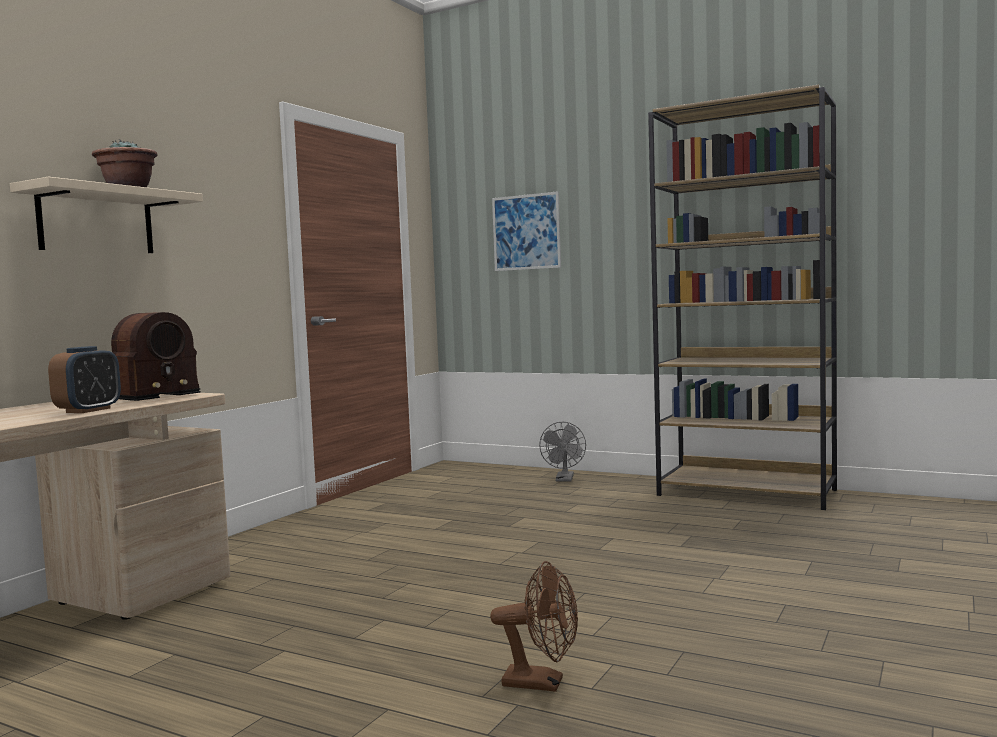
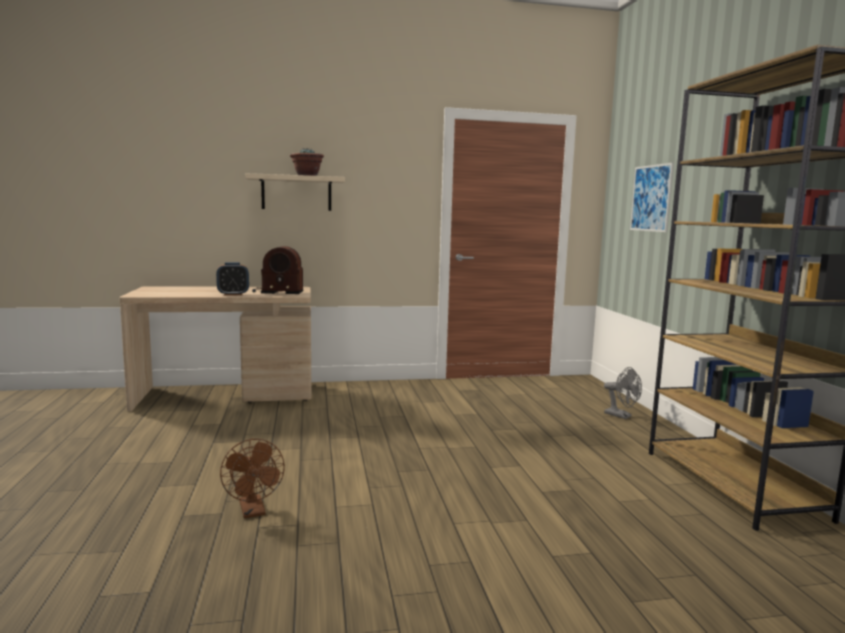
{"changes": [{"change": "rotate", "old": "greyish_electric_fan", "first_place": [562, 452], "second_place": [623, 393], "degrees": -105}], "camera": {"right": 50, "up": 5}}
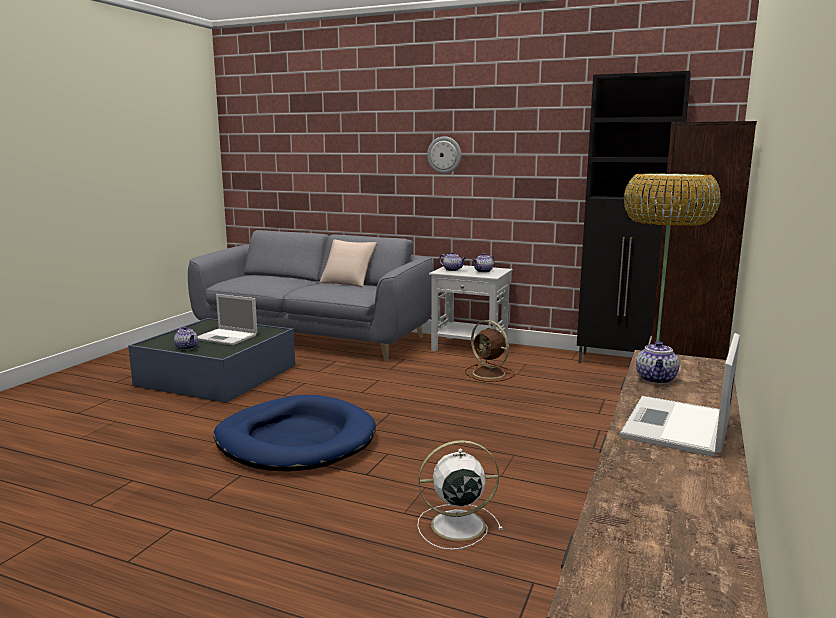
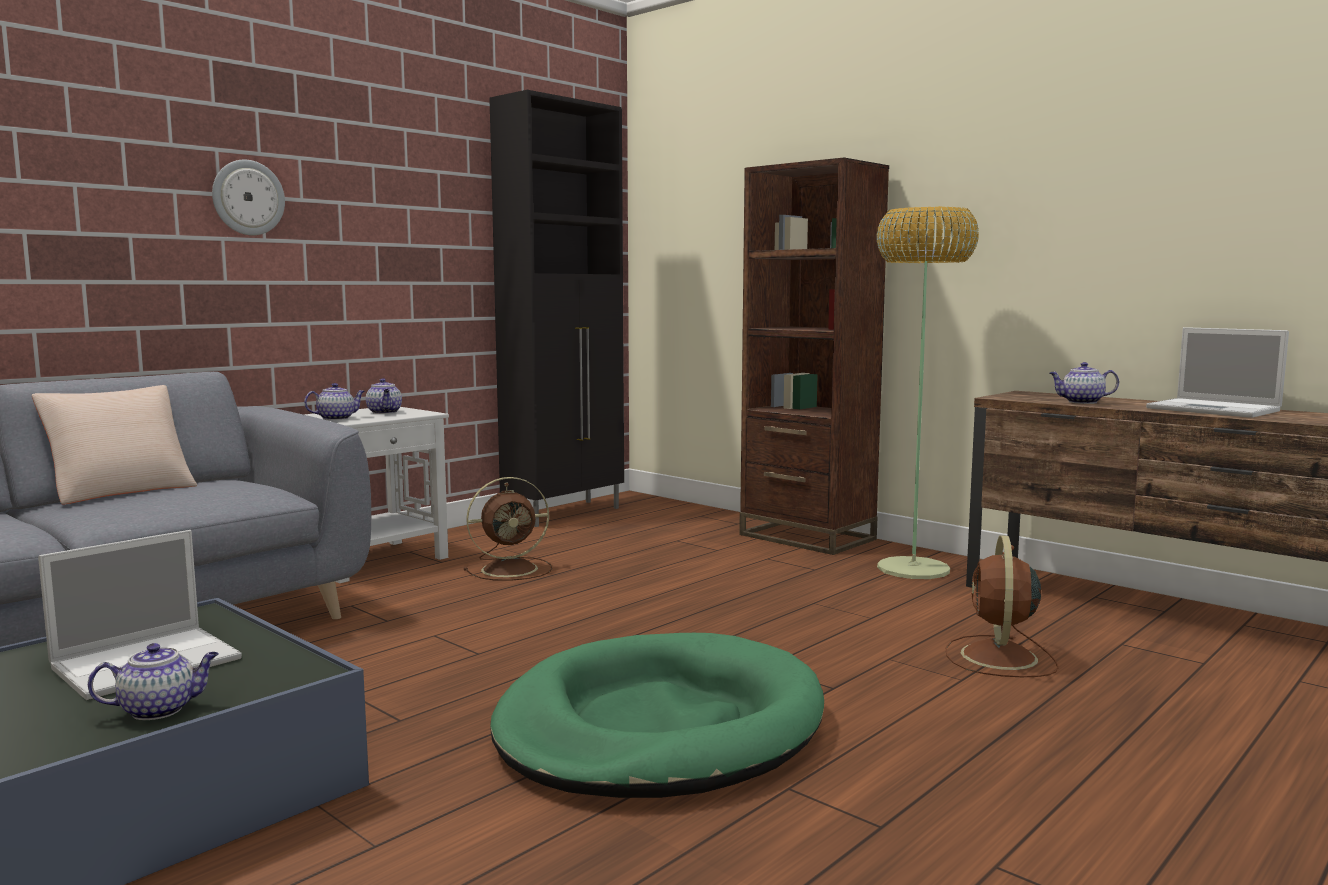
{"changes": [{"change": "recolor", "old": "blue_pet_bed", "new": "green-coloured_pet_bed", "first_place": [295, 433], "second_place": [657, 715]}, {"change": "recolor", "old": "whitish_electric_fan", "new": "brown_electric_fan", "first_place": [460, 495], "second_place": [1002, 606]}, {"change": "rotate", "old": "pot_for_tea", "first_place": [658, 362], "second_place": [1084, 383], "degrees": 150}], "camera": {"right": -70, "up": -5}}
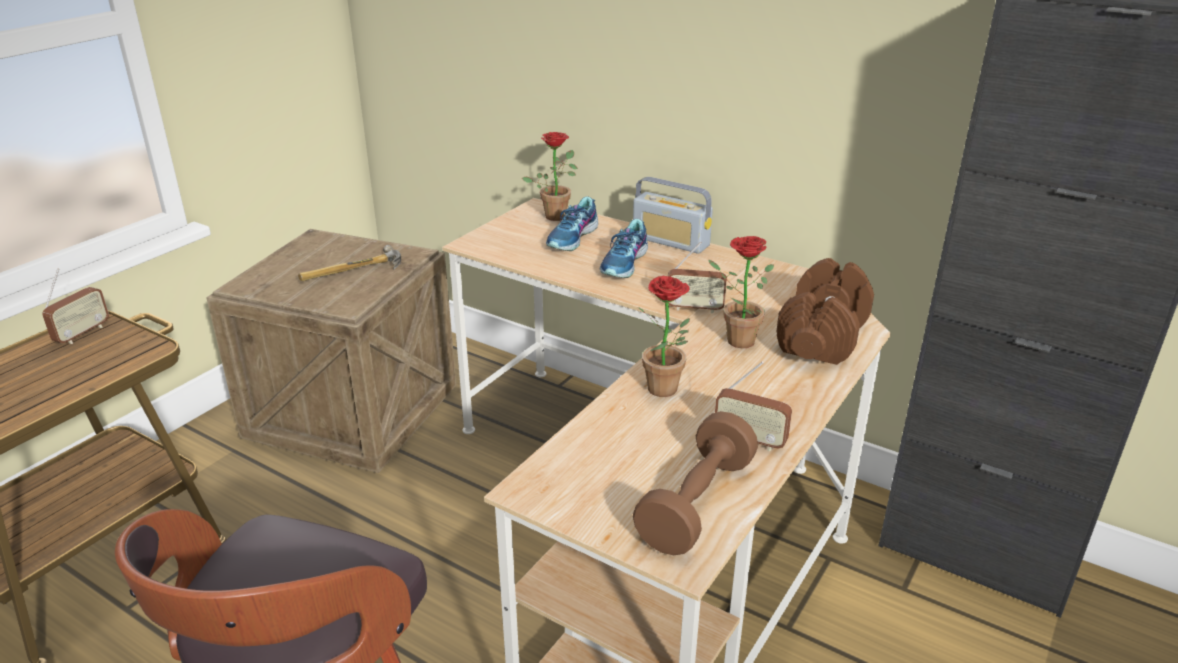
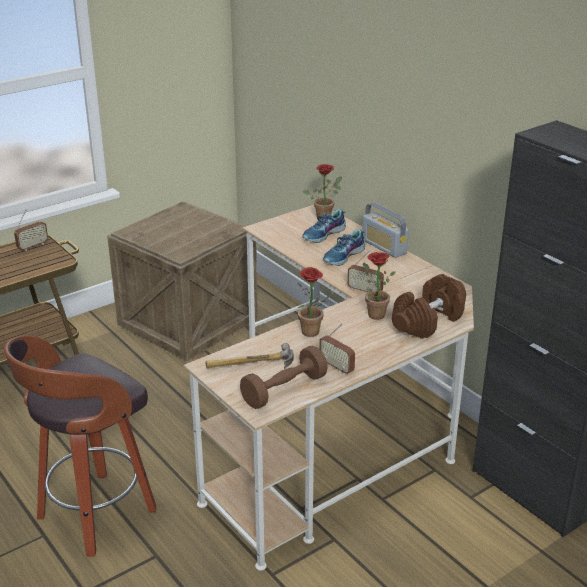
{"changes": [{"change": "move", "old": "hammer", "first_place": [349, 263], "second_place": [250, 356]}], "camera": {"right": 20, "up": 0}}
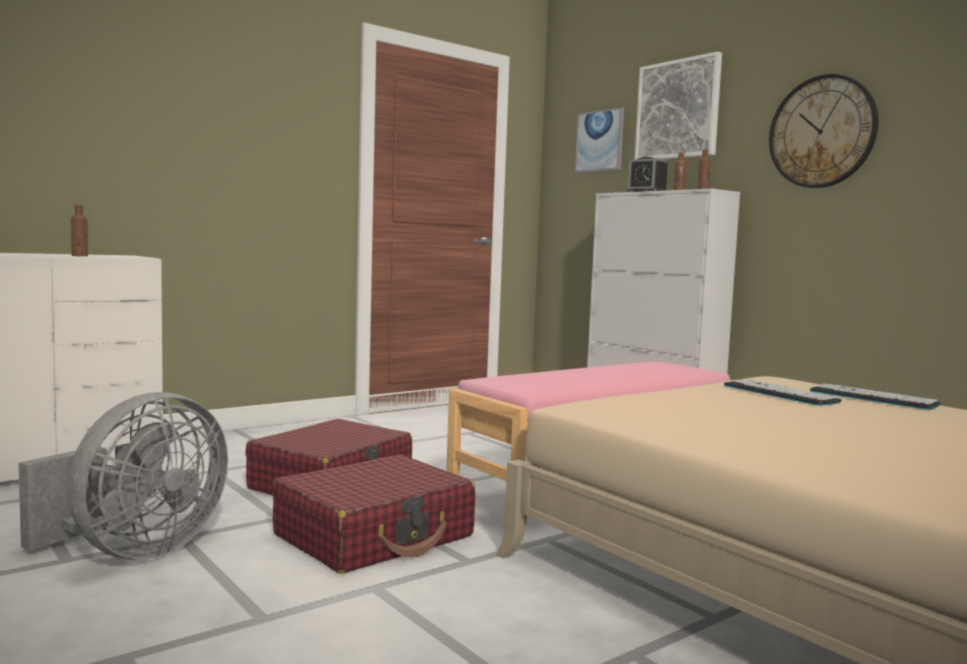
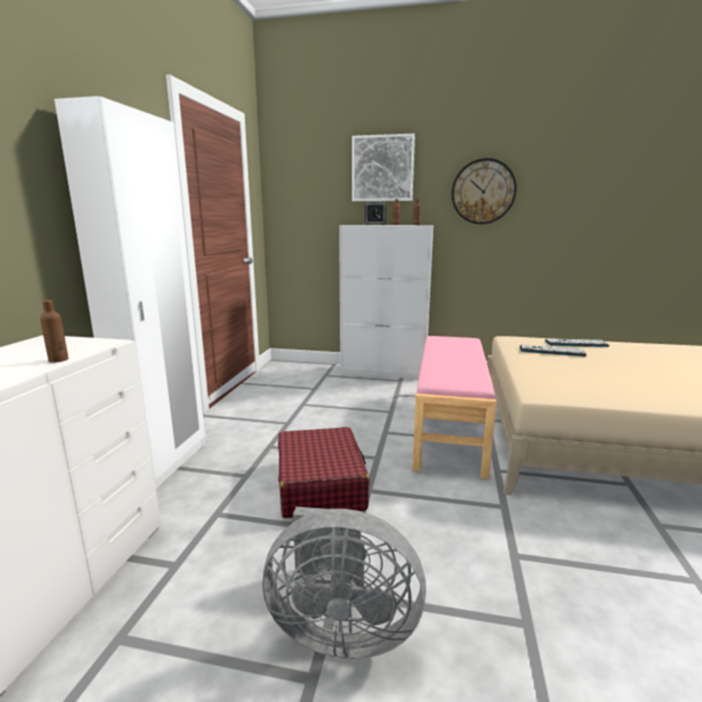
{"changes": [{"change": "rotate", "old": "greyish_electric_fan", "first_place": [123, 476], "second_place": [344, 583], "degrees": 105}, {"change": "delete", "old": "reddish_suitcase", "first_place": [373, 514]}, {"change": "delete", "old": "wall_art", "first_place": [599, 140]}, {"change": "insert", "new": "whitish_wardrobe", "second_place": [129, 292]}], "camera": {"right": -40, "up": 10}}
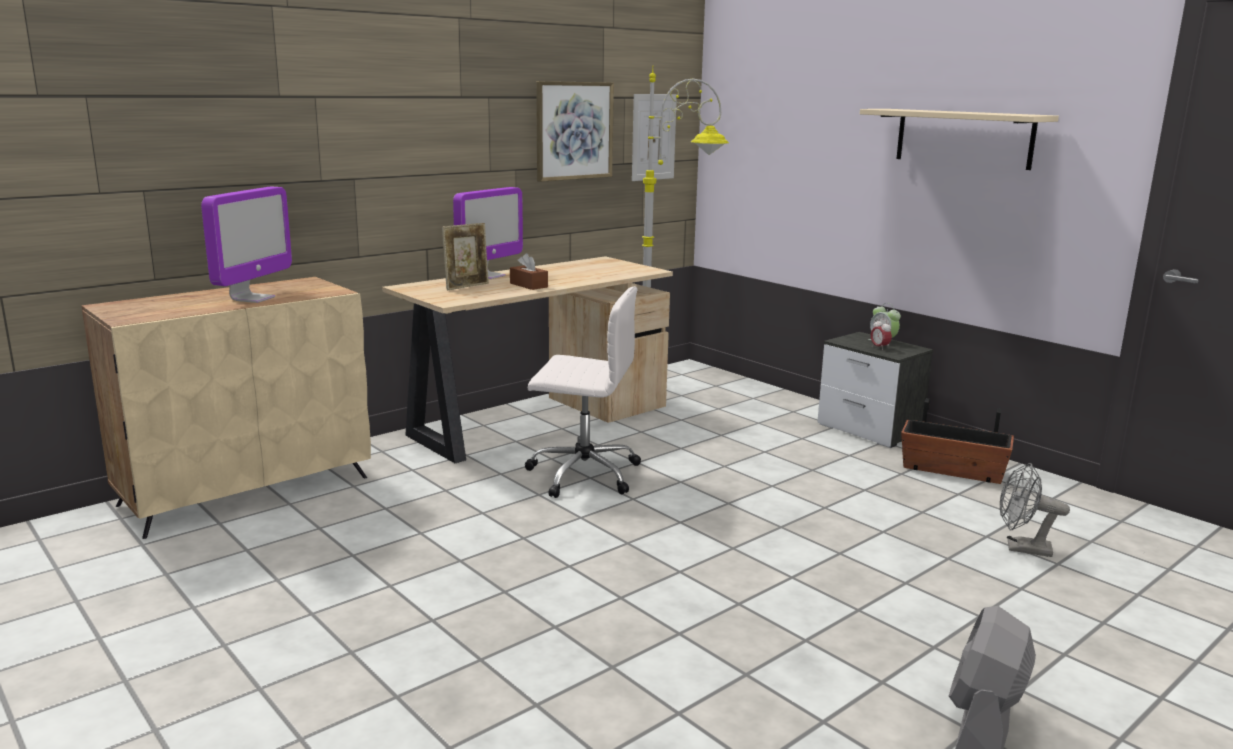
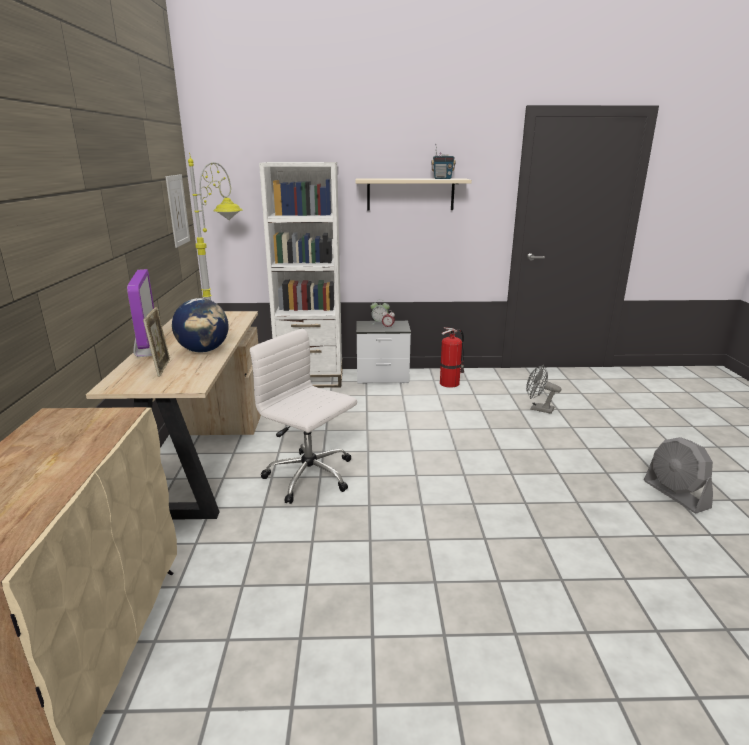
{"changes": [{"change": "delete", "old": "monitor", "first_place": [246, 244]}, {"change": "replace", "old": "brown_tissue_holder", "new": "globe", "first_place": [529, 271], "second_place": [200, 325]}, {"change": "rotate", "old": "whitish_office_chair", "first_place": [583, 392], "second_place": [303, 416], "degrees": -105}, {"change": "delete", "old": "wall_art", "first_place": [575, 131]}, {"change": "replace", "old": "plant_pot", "new": "fire-fighting_cylinder", "first_place": [957, 441], "second_place": [452, 357]}, {"change": "rotate", "old": "greyish_electric_fan", "first_place": [1035, 510], "second_place": [543, 389], "degrees": 60}, {"change": "insert", "new": "whitish_bookcase", "second_place": [301, 275]}, {"change": "insert", "new": "radio_set", "second_place": [443, 161]}], "camera": {"right": -50, "up": 5}}
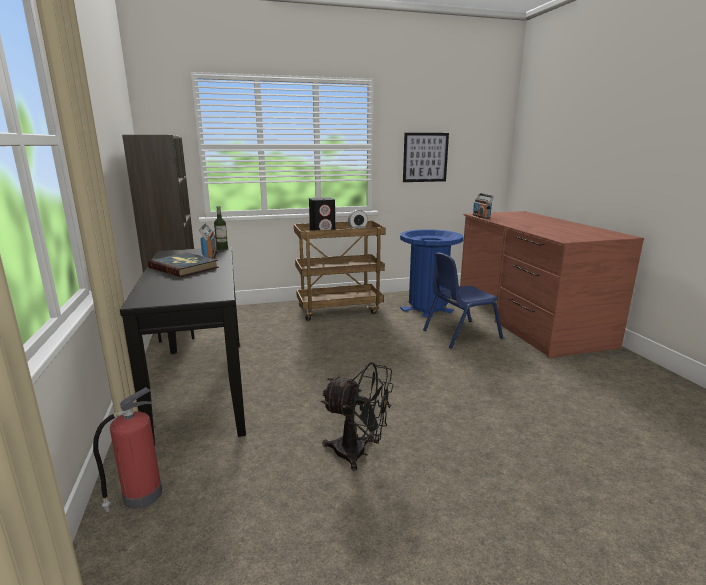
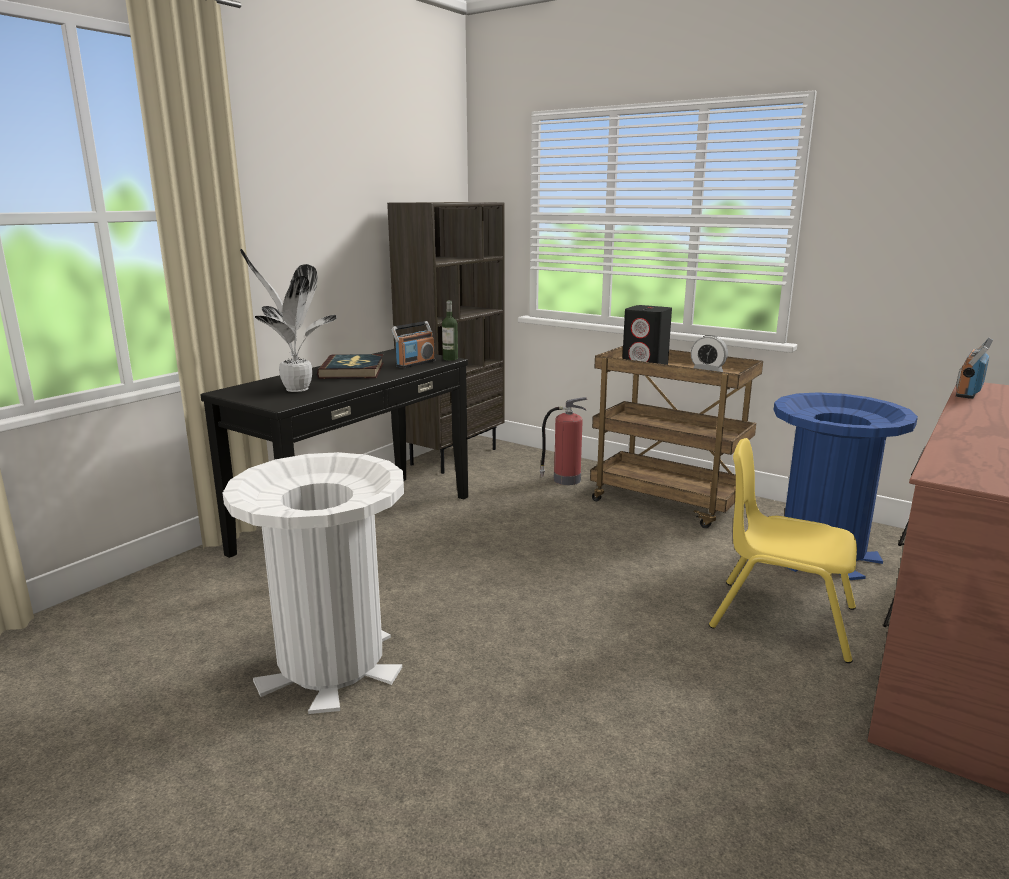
{"changes": [{"change": "move", "old": "fire-fighting_cylinder", "first_place": [127, 449], "second_place": [563, 441]}, {"change": "replace", "old": "black_electric_fan", "new": "whitish_rubbish_bin", "first_place": [357, 416], "second_place": [313, 583]}, {"change": "delete", "old": "wall_art", "first_place": [426, 157]}, {"change": "recolor", "old": "blue_upright_chair", "new": "yellow-coloured_upright_chair", "first_place": [463, 300], "second_place": [783, 550]}, {"change": "insert", "new": "houseplant", "second_place": [288, 320]}], "camera": {"right": 50, "up": 0}}
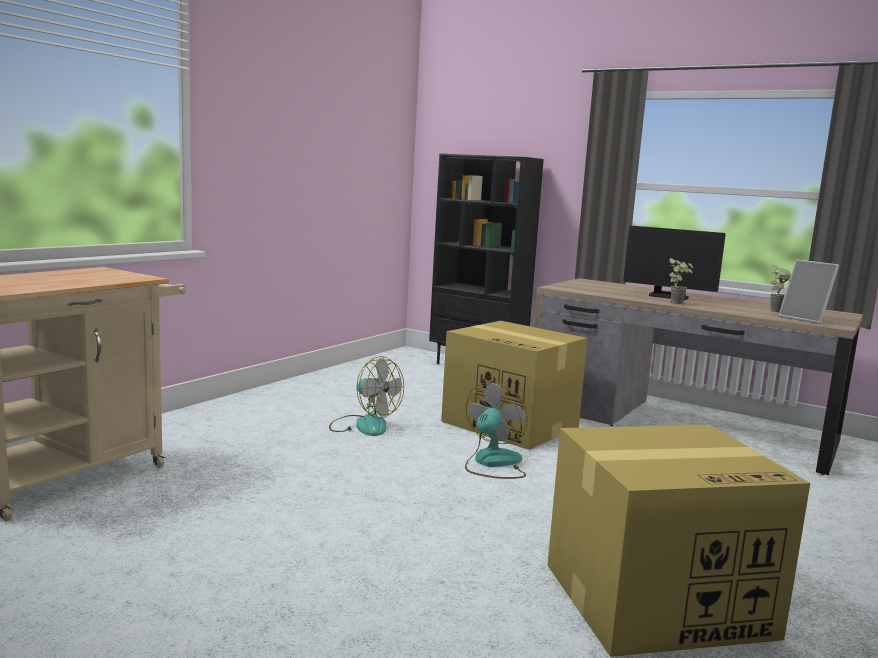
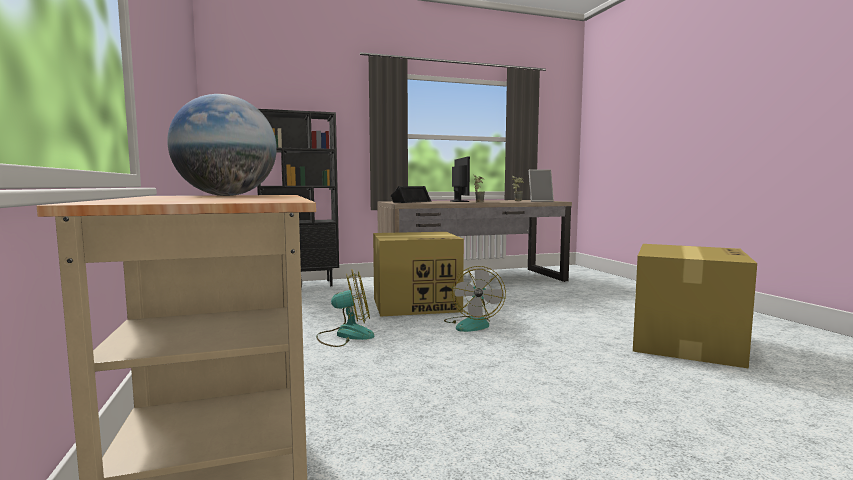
{"changes": [{"change": "rotate", "old": "electric_fan", "first_place": [496, 430], "second_place": [475, 299], "degrees": -150}, {"change": "rotate", "old": "monitor", "first_place": [674, 263], "second_place": [460, 179], "degrees": -75}, {"change": "insert", "new": "globe", "second_place": [222, 145]}, {"change": "insert", "new": "black_audio_speaker", "second_place": [411, 194]}], "camera": {"right": -50, "up": -5}}
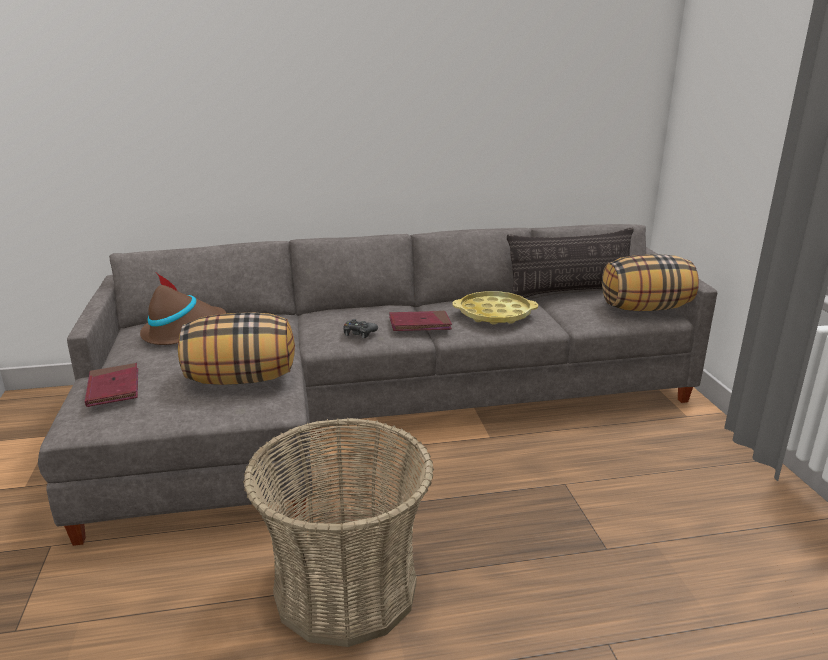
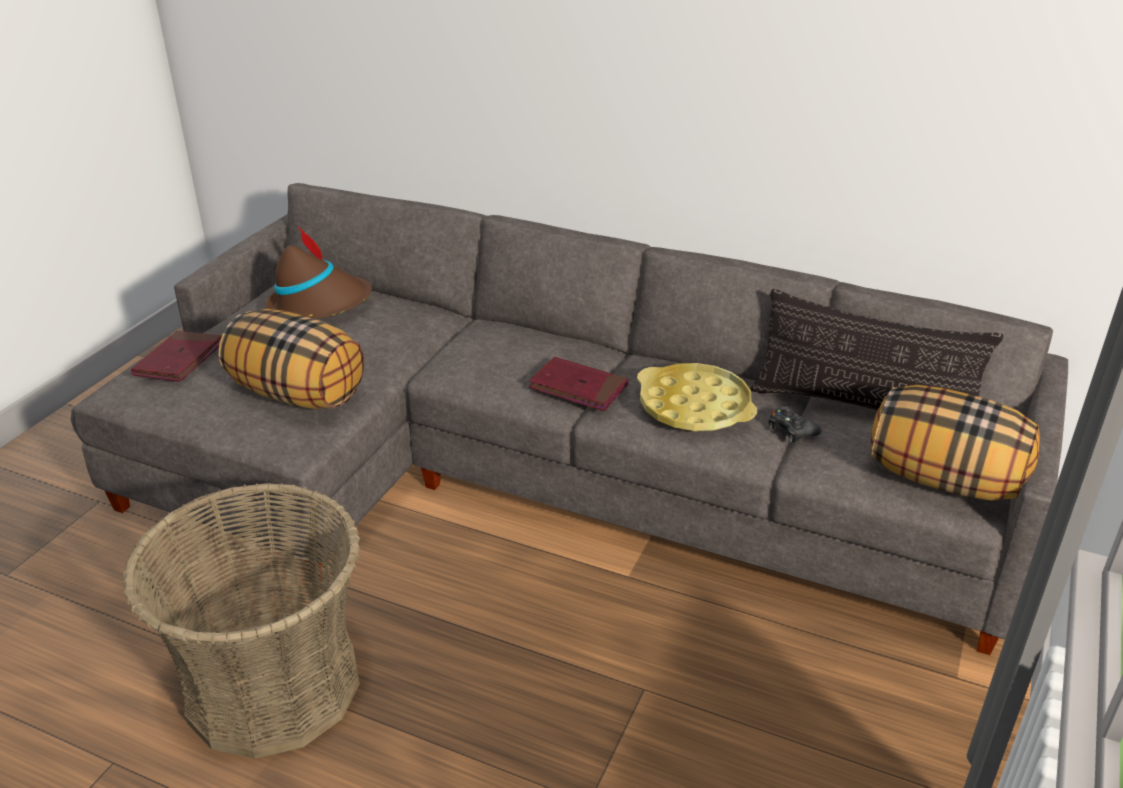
{"changes": [{"change": "move", "old": "black_gamepad", "first_place": [361, 328], "second_place": [794, 424]}], "camera": {"right": 35, "up": 10}}
